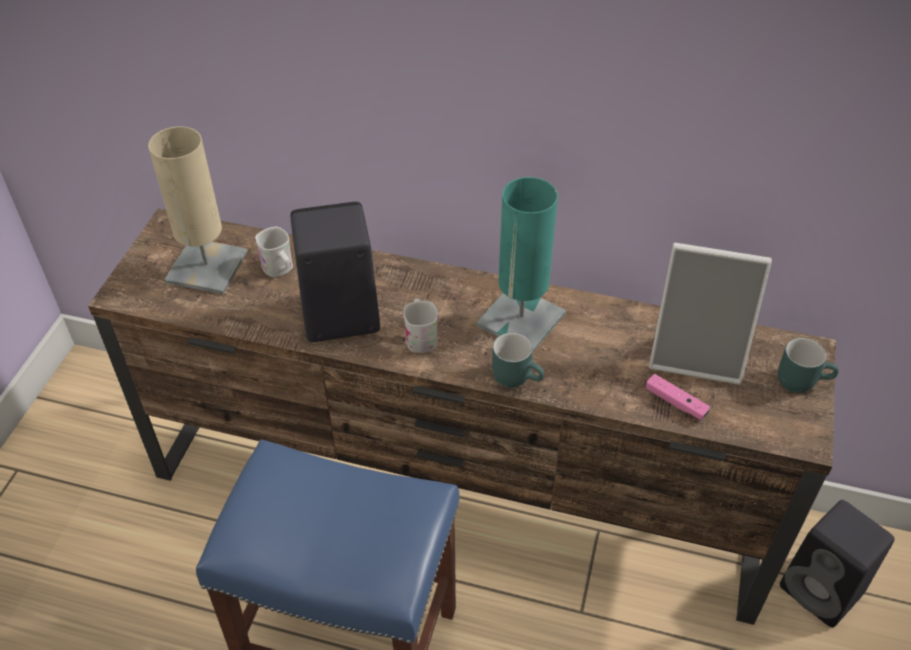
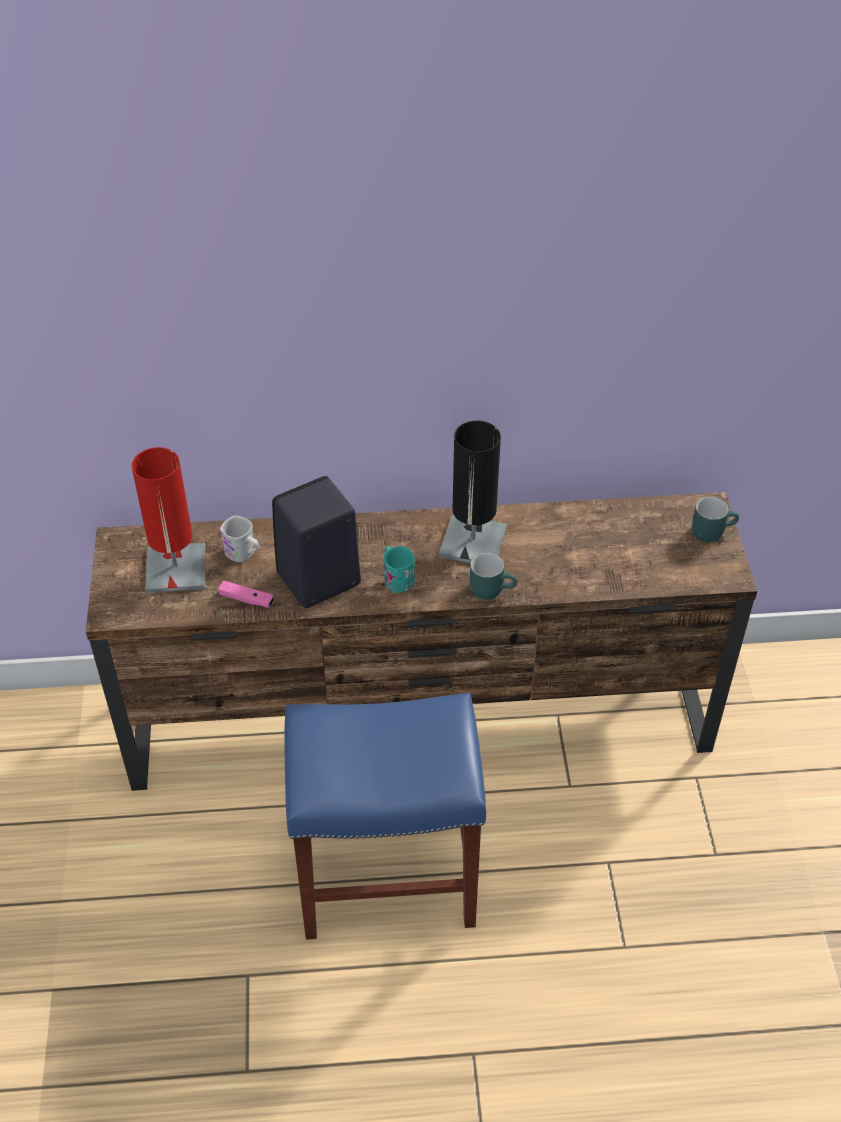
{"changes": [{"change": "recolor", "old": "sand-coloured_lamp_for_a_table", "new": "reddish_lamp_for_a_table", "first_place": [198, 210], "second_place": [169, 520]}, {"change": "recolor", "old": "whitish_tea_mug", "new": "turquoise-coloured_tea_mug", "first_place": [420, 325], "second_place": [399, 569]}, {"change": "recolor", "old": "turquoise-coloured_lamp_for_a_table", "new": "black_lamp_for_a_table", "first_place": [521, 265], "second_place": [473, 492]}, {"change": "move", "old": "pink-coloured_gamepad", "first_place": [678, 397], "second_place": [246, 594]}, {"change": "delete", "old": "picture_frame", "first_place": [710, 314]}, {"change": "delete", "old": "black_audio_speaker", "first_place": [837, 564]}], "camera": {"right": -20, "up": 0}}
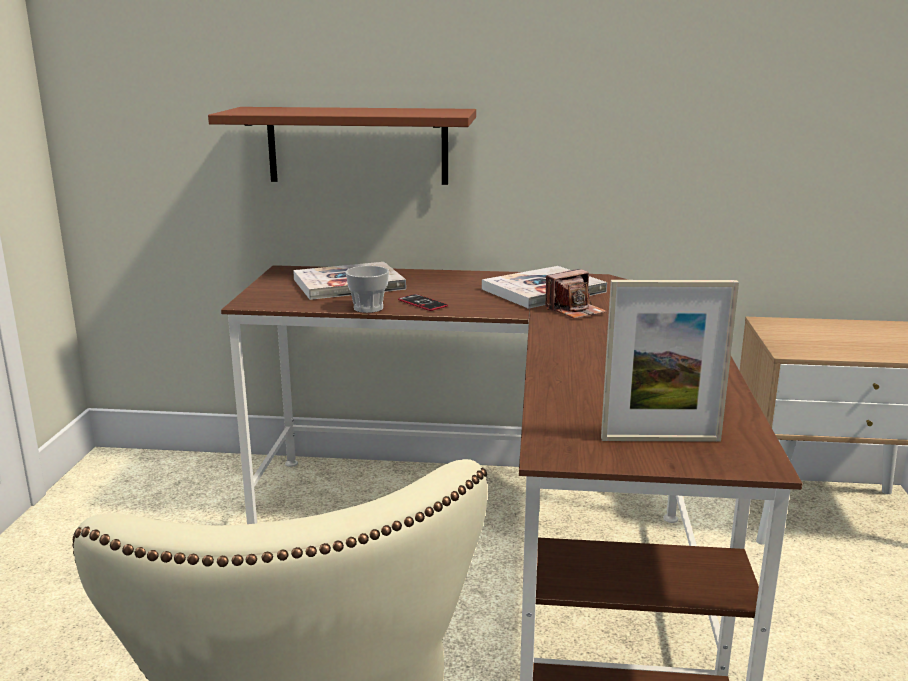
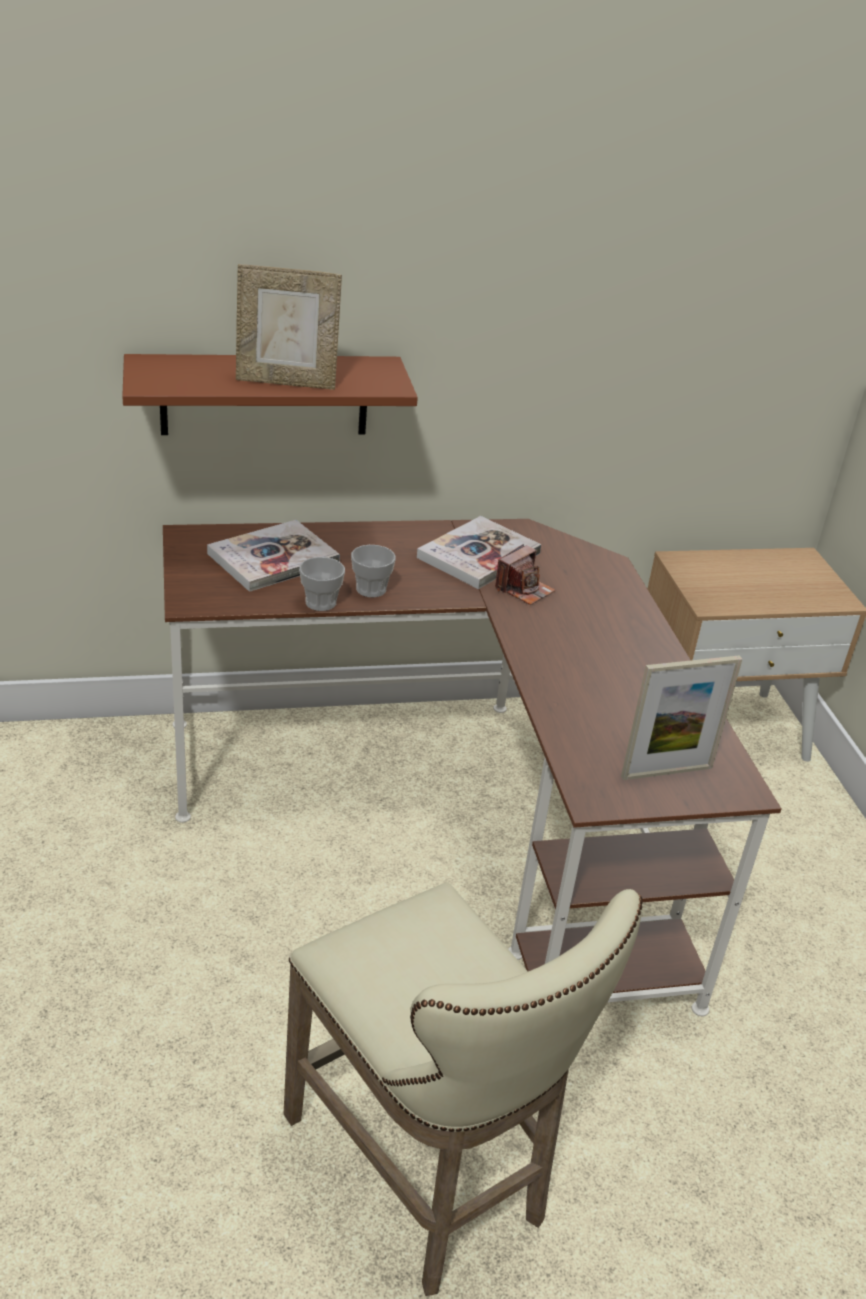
{"changes": [{"change": "replace", "old": "telephone", "new": "small_cup", "first_place": [423, 302], "second_place": [373, 571]}, {"change": "insert", "new": "picture_frame", "second_place": [289, 327]}], "camera": {"right": -20, "up": 15}}
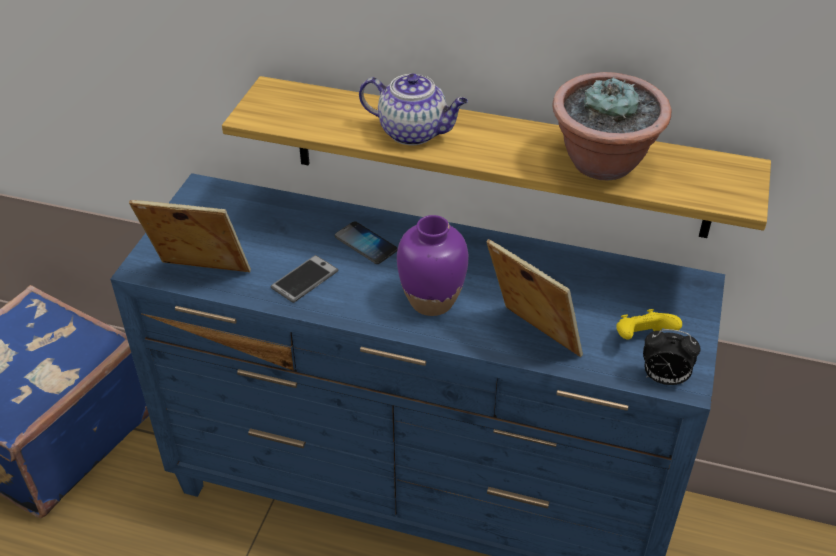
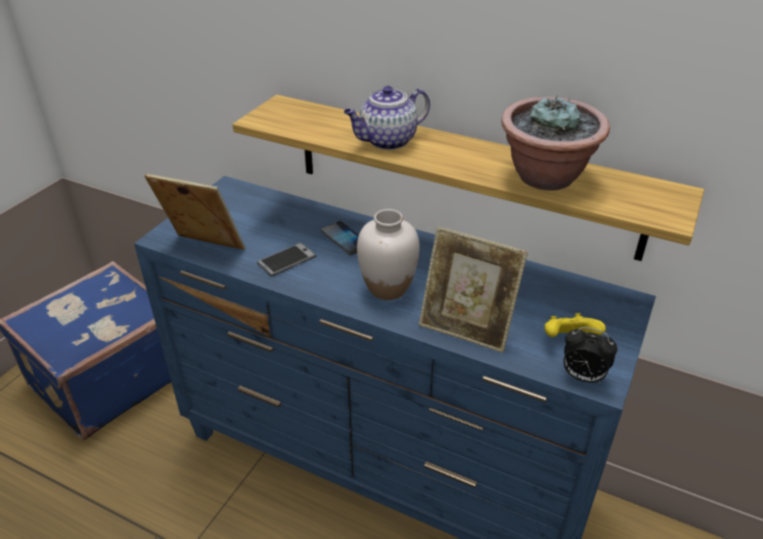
{"changes": [{"change": "rotate", "old": "pot_for_tea", "first_place": [413, 109], "second_place": [387, 118], "degrees": 120}, {"change": "recolor", "old": "purple_flower_vase", "new": "whitish_flower_vase", "first_place": [432, 265], "second_place": [388, 254]}, {"change": "rotate", "old": "picture_frame", "first_place": [534, 298], "second_place": [473, 289], "degrees": 150}], "camera": {"right": 10, "up": -5}}
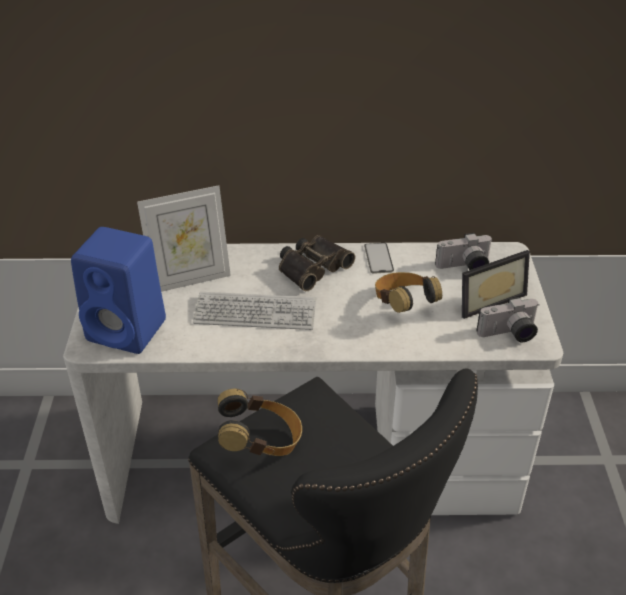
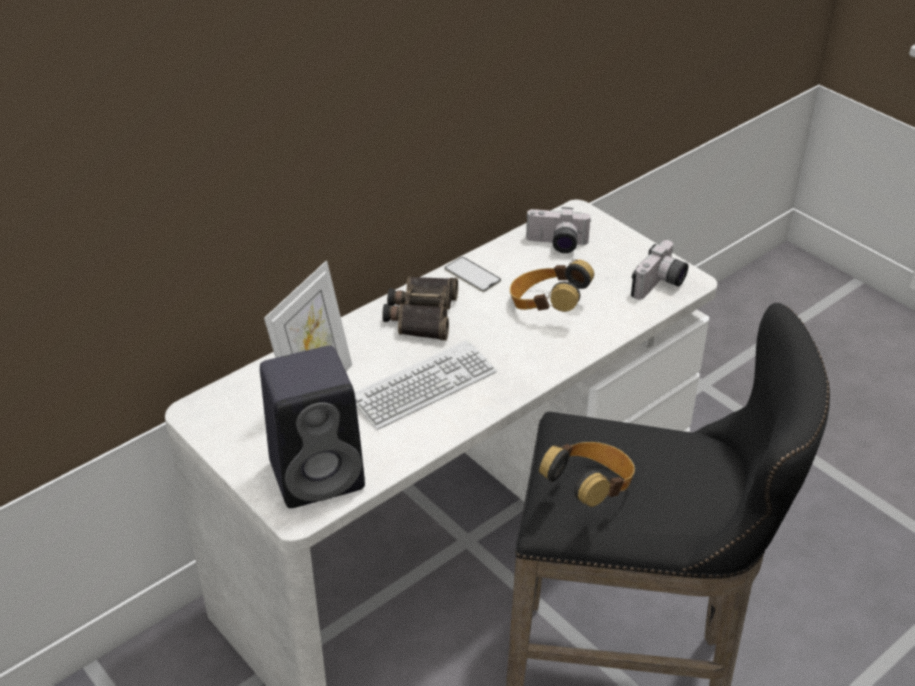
{"changes": [{"change": "recolor", "old": "blue_audio_speaker", "new": "black_audio_speaker", "first_place": [118, 290], "second_place": [312, 427]}, {"change": "rotate", "old": "still_camera", "first_place": [463, 251], "second_place": [559, 230], "degrees": 60}, {"change": "delete", "old": "picture_frame", "first_place": [496, 284]}], "camera": {"right": -40, "up": 0}}
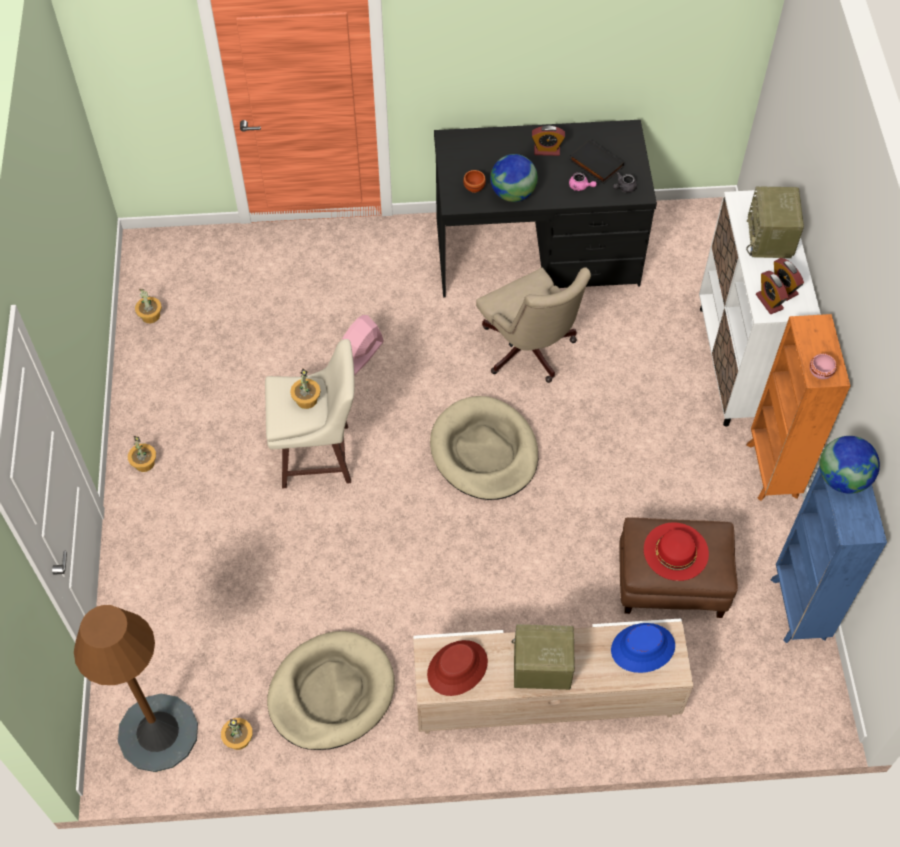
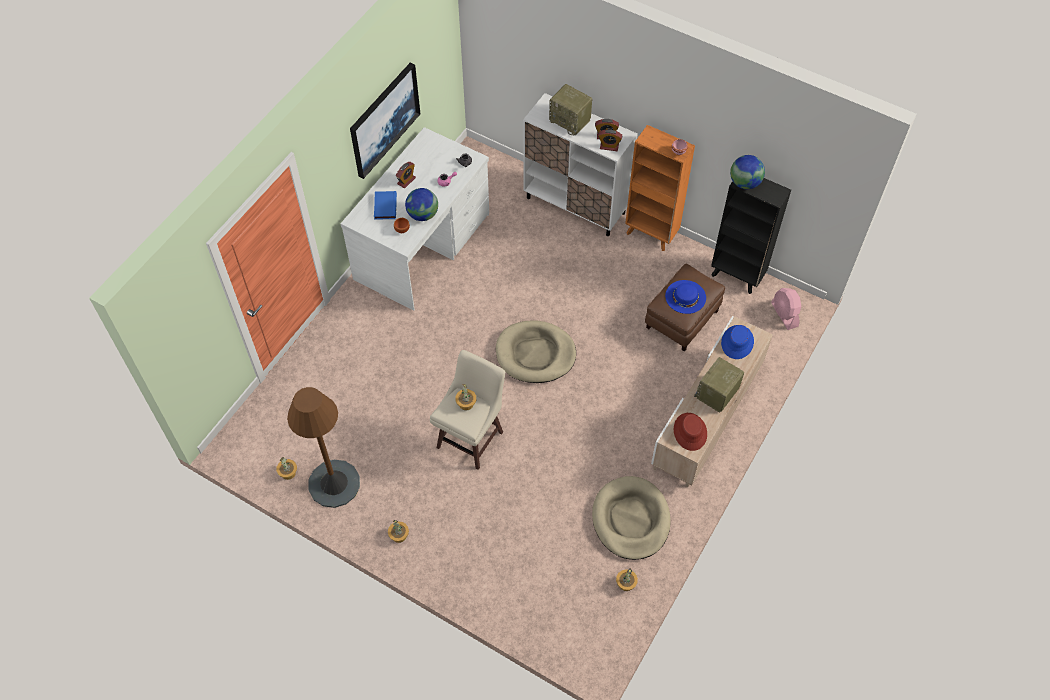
{"changes": [{"change": "move", "old": "brown_floor_lamp", "first_place": [136, 688], "second_place": [323, 447]}, {"change": "move", "old": "pink-coloured_electric_fan", "first_place": [363, 345], "second_place": [786, 309]}, {"change": "recolor", "old": "black_desk_table", "new": "whitish_desk_table", "first_place": [545, 209], "second_place": [415, 219]}, {"change": "delete", "old": "sand-coloured_office_chair", "first_place": [533, 325]}, {"change": "delete", "old": "black_bound_book", "first_place": [597, 161]}, {"change": "recolor", "old": "reddish_hat", "new": "blue_hat", "first_place": [676, 551], "second_place": [685, 297]}, {"change": "recolor", "old": "blue_bookcase", "new": "black_bookcase", "first_place": [829, 554], "second_place": [751, 236]}, {"change": "insert", "new": "wall_art", "second_place": [385, 121]}, {"change": "insert", "new": "blue_bound_book", "second_place": [385, 205]}], "camera": {"right": -55, "up": 0}}
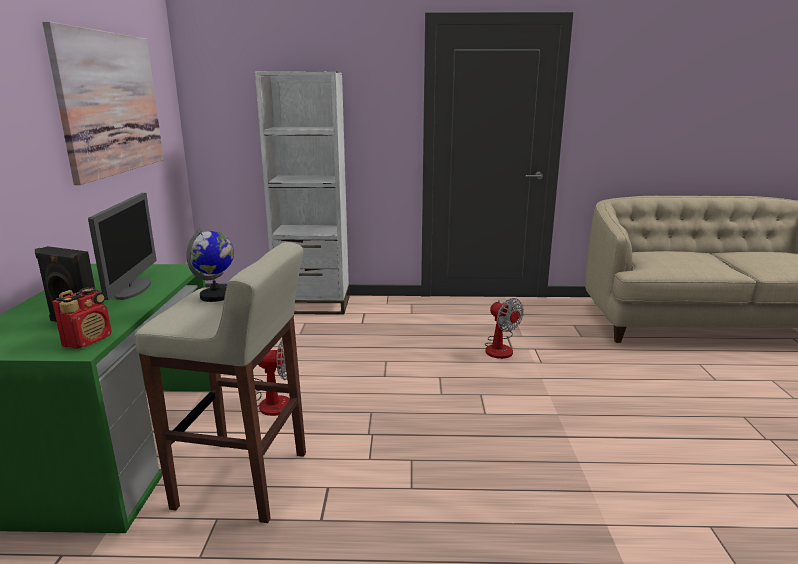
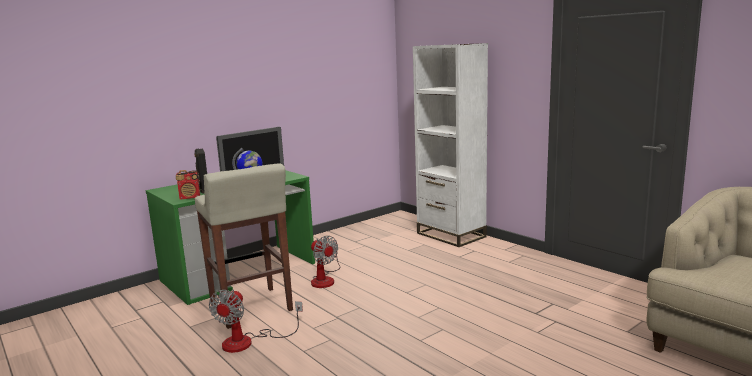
{"changes": [{"change": "delete", "old": "wall_art", "first_place": [103, 103]}, {"change": "move", "old": "electric_fan", "first_place": [504, 328], "second_place": [256, 321]}], "camera": {"right": 50, "up": -5}}
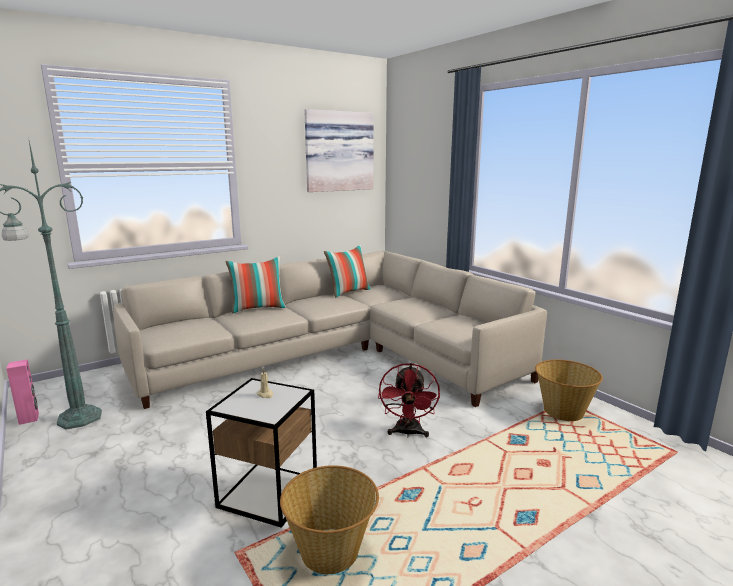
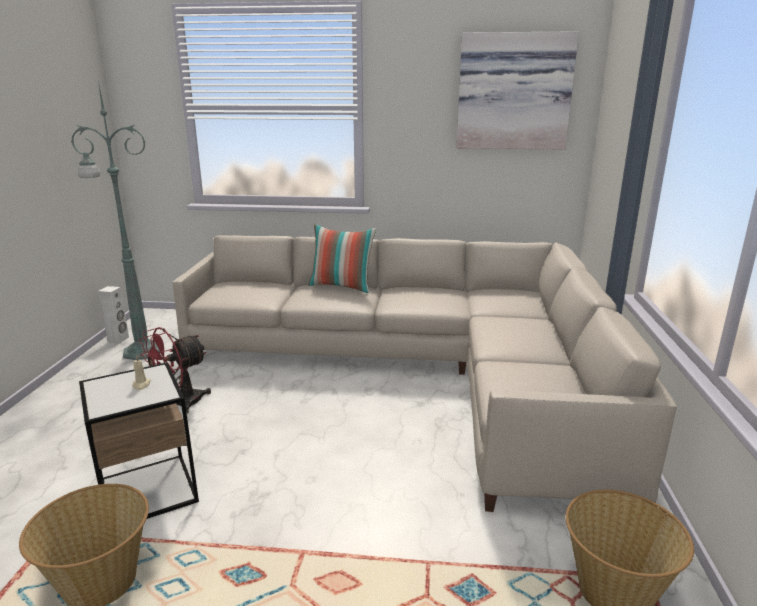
{"changes": [{"change": "recolor", "old": "pink-coloured_audio_speaker", "new": "whitish_audio_speaker", "first_place": [22, 392], "second_place": [113, 314]}, {"change": "delete", "old": "throw_pillow", "first_place": [347, 271]}, {"change": "move", "old": "reddish_electric_fan", "first_place": [409, 400], "second_place": [175, 370]}], "camera": {"right": 40, "up": 5}}
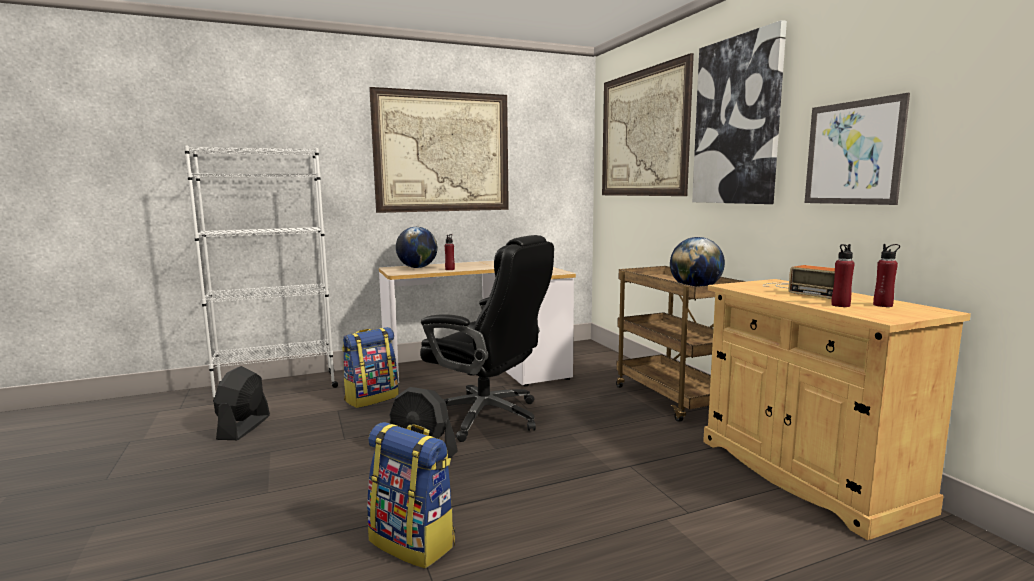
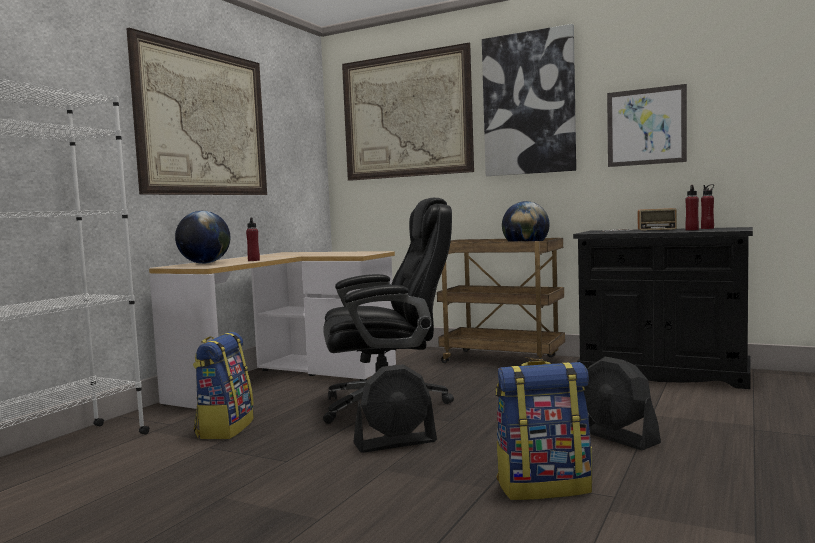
{"changes": [{"change": "move", "old": "black_electric_fan", "first_place": [242, 403], "second_place": [622, 403]}, {"change": "recolor", "old": "sand-coloured_cupboard", "new": "black_cupboard", "first_place": [837, 409], "second_place": [663, 308]}], "camera": {"right": -40, "up": -5}}
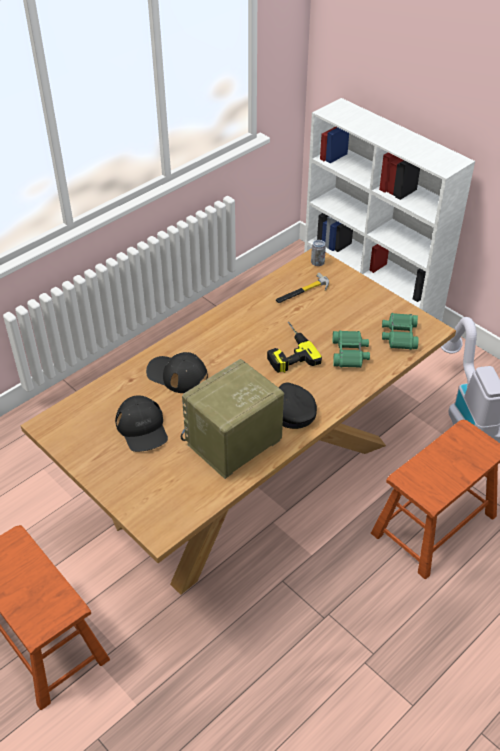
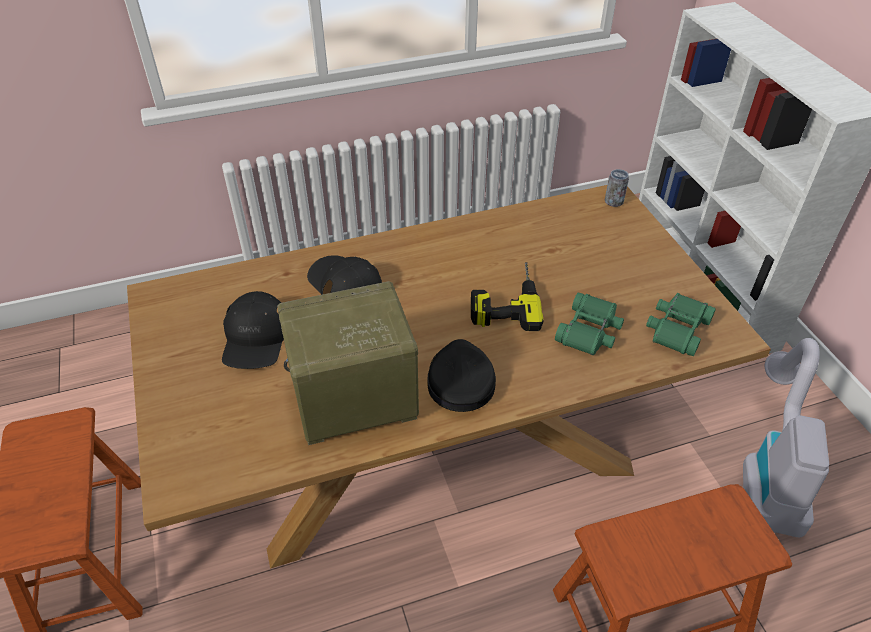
{"changes": [{"change": "delete", "old": "hammer", "first_place": [302, 288]}], "camera": {"right": 25, "up": 0}}
